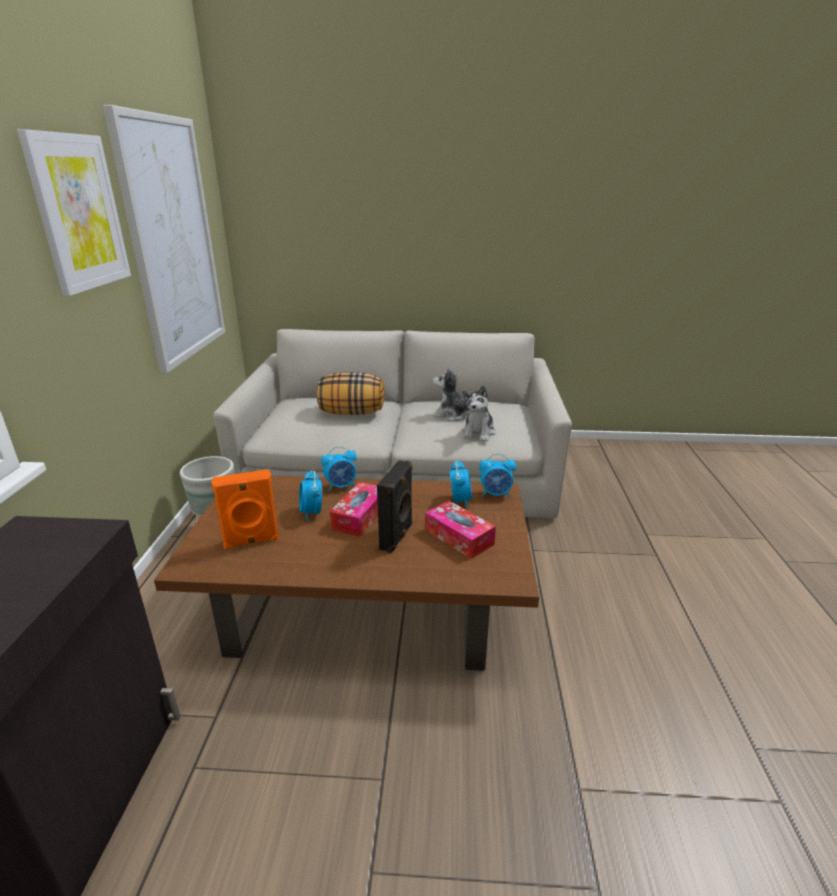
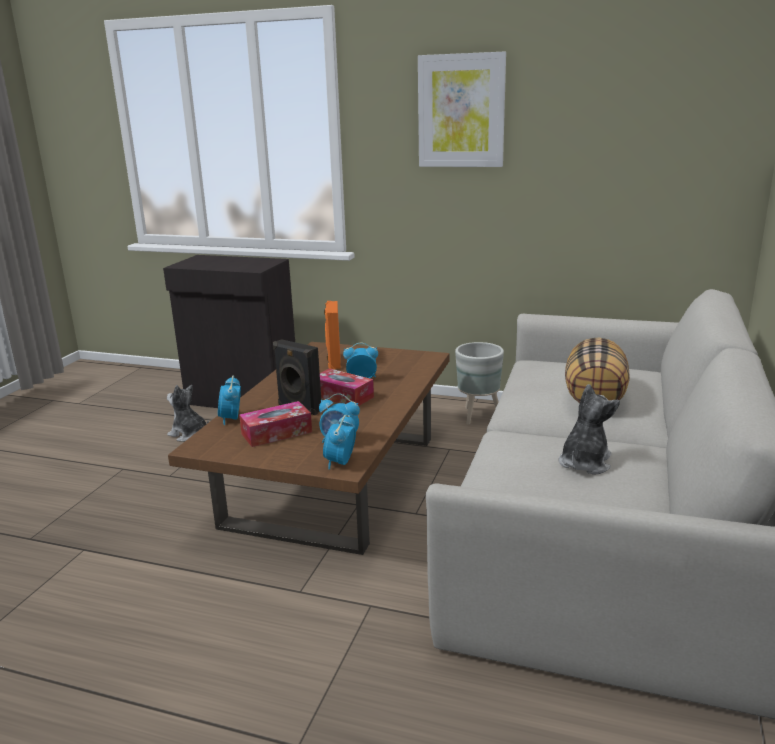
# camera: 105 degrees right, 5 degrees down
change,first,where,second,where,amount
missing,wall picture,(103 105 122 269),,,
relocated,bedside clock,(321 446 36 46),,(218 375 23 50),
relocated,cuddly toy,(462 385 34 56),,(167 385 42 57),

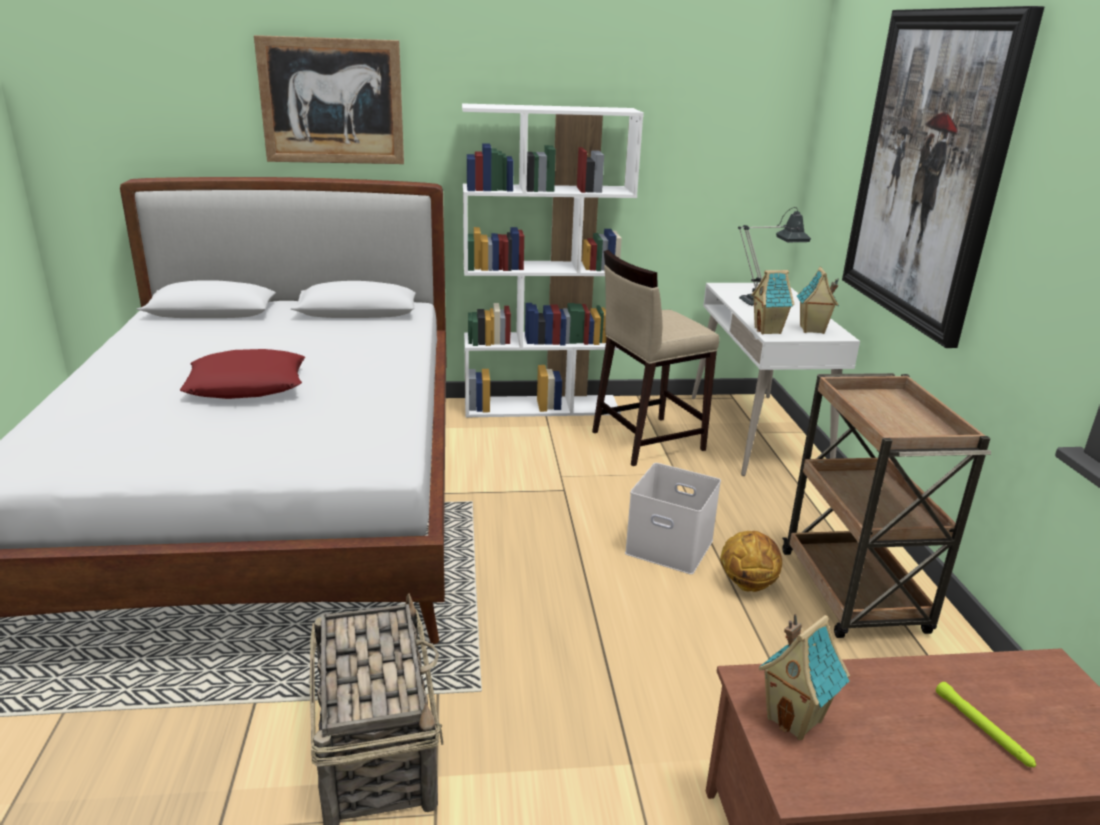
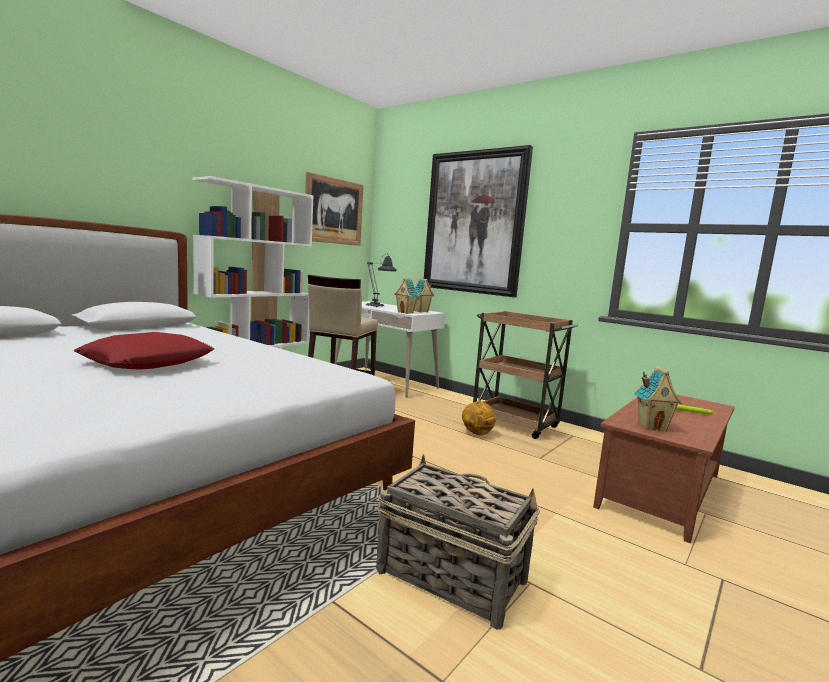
# camera: 45 degrees left, 15 degrees down
change,first,where,second,where,amount
missing,storage container (white-coloured),(625 463 96 111),,,
relocated,wall picture,(254 35 150 129),,(305 172 59 74),

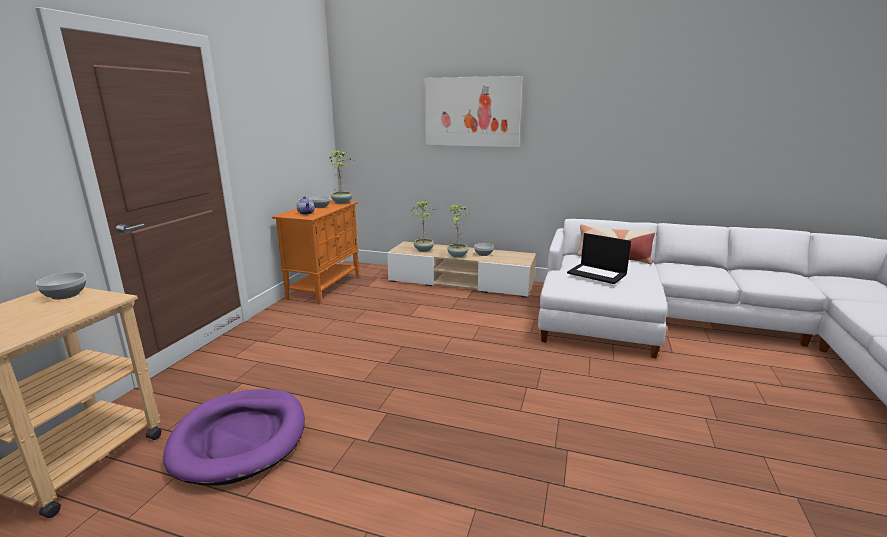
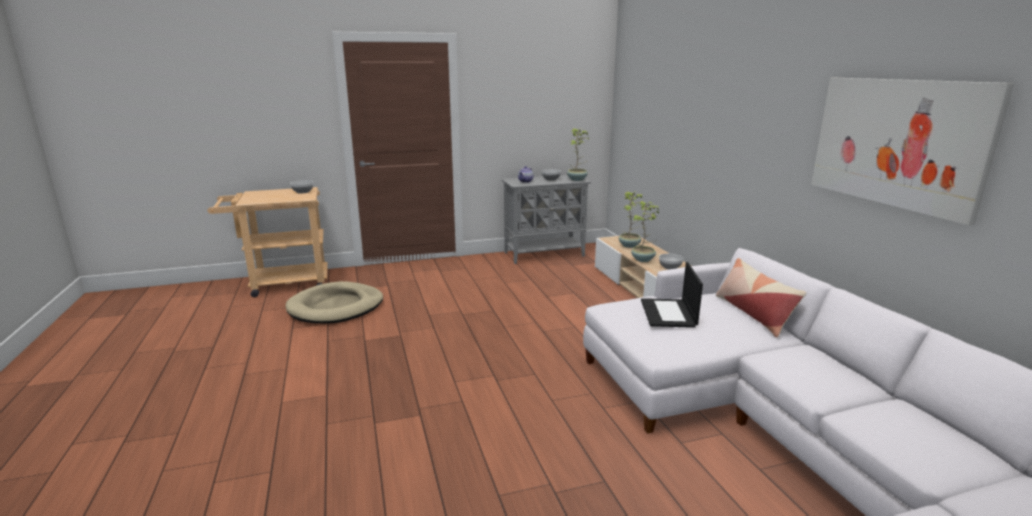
# camera: 55 degrees right, 0 degrees up
change,first,where,second,where,amount
relocated,wall picture,(424 76 99 71),,(811 78 203 147),
colour,pet bed (purplish),(163 389 142 96),pet bed (beige),(285 281 98 43),
colour,storage cabinet (orange),(272 200 87 104),storage cabinet (greyish),(501 175 90 89),

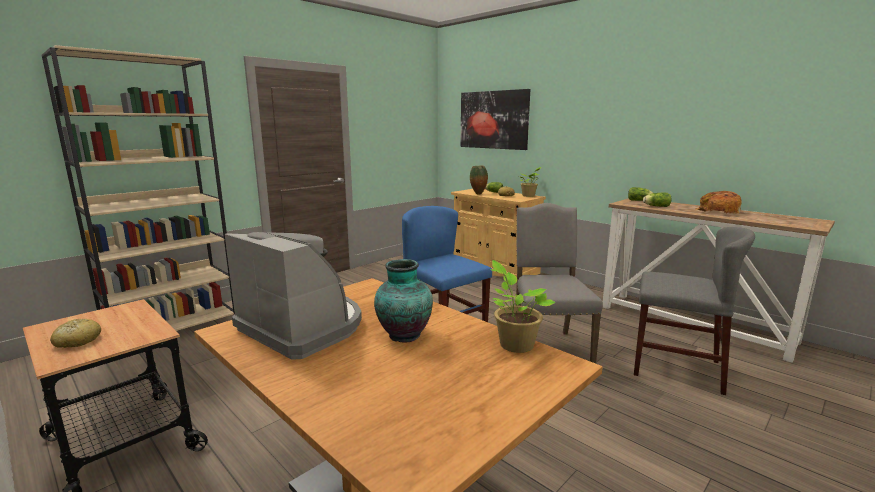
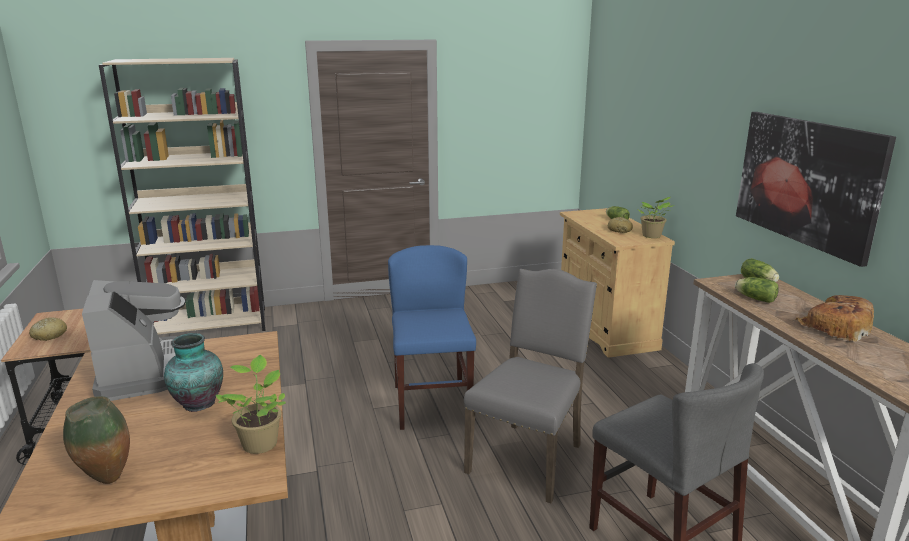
# camera: 30 degrees right, 5 degrees up
change,first,where,second,where,amount
relocated,wall picture,(460 89 70 61),,(736 112 160 155),
relocated,decorative vase,(470 166 18 29),,(63 396 67 88),

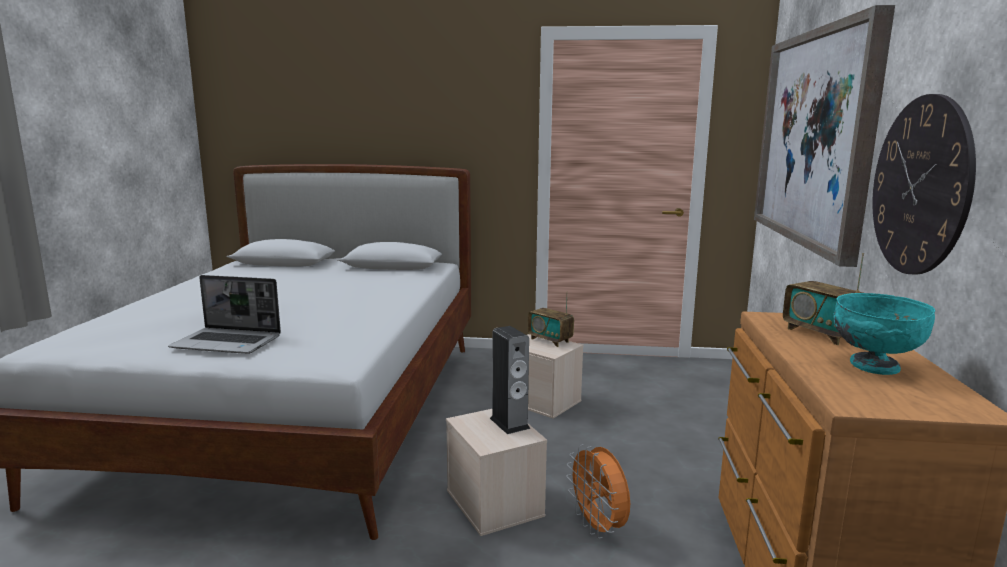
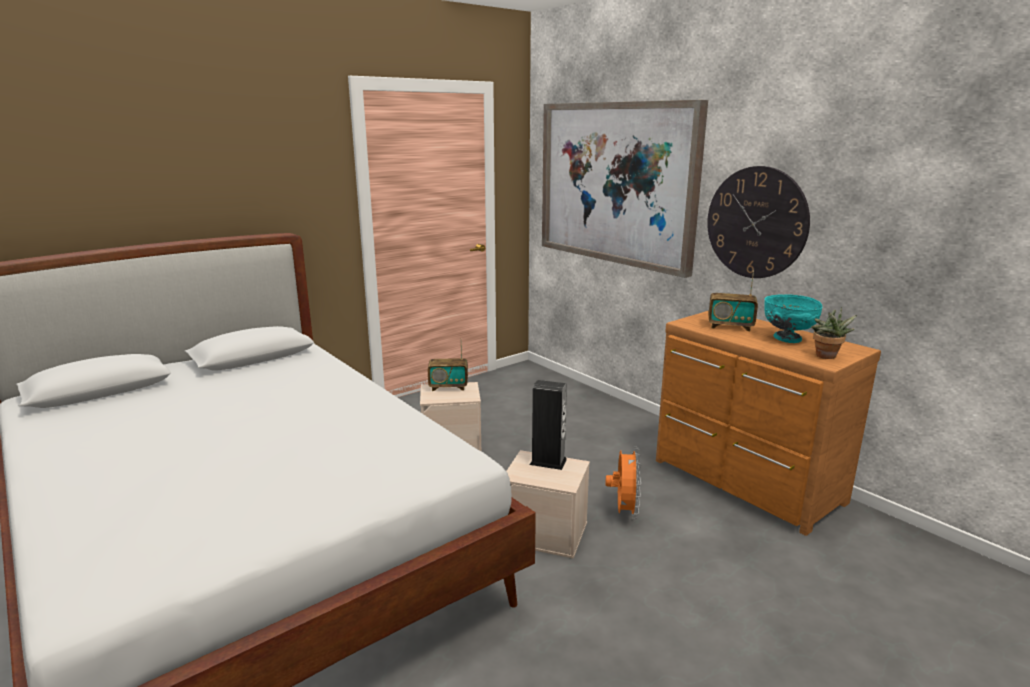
# camera: 45 degrees left, 5 degrees up
change,first,where,second,where,amount
missing,laptop,(168 275 113 79),,,
appeared,,,potted plant,(811 307 46 52),
spun,fan (orange),(566 444 64 95),,(606 447 35 72),105 degrees counterclockwise

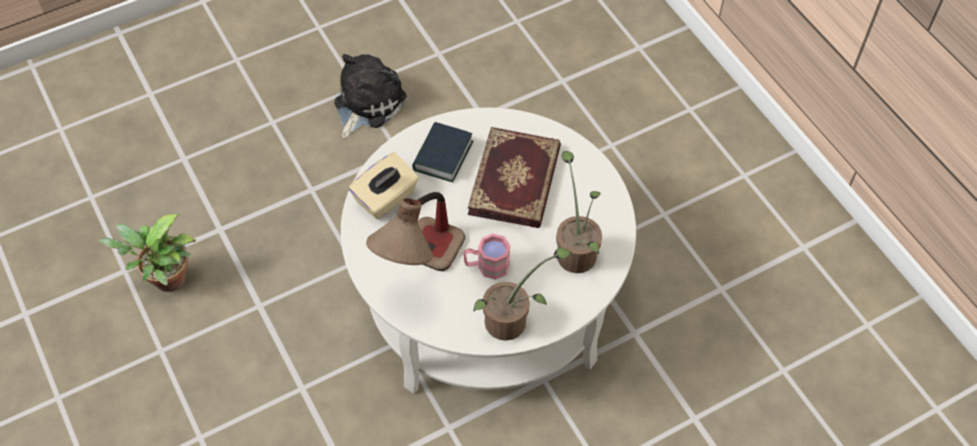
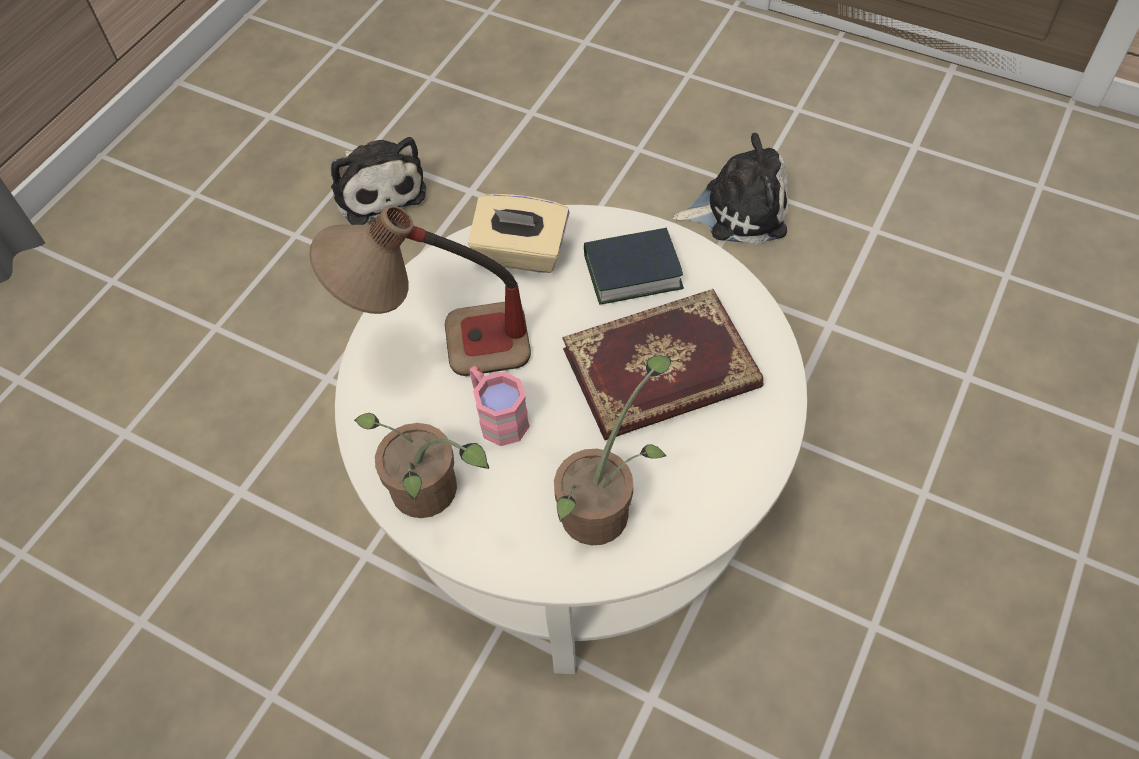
# camera: 60 degrees right, 0 degrees up
change,first,where,second,where,amount
exchanged,potted plant,(99 214 97 78),cuddly toy,(331 137 96 88),

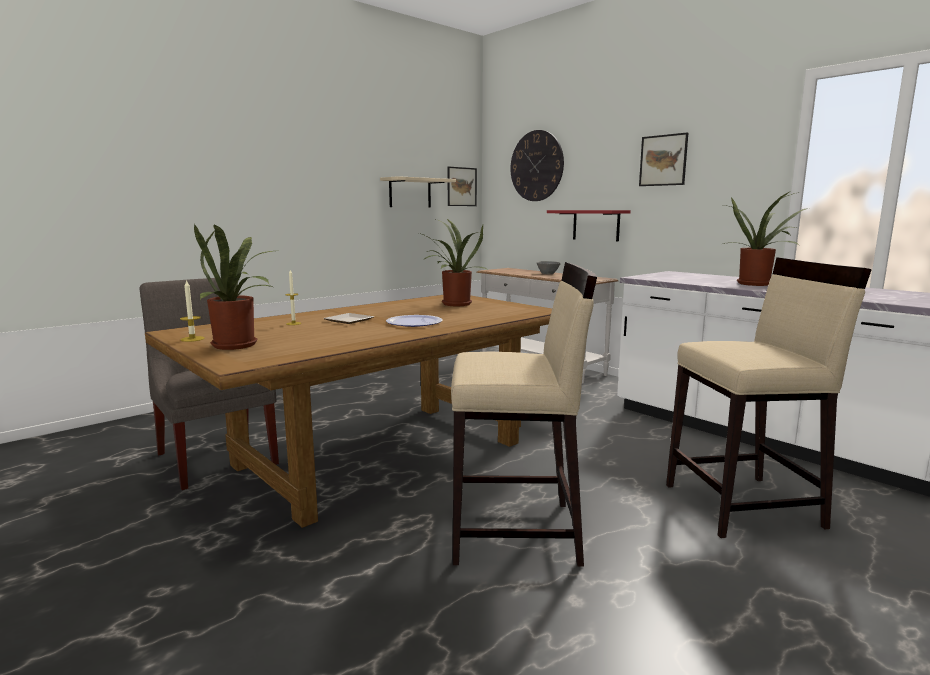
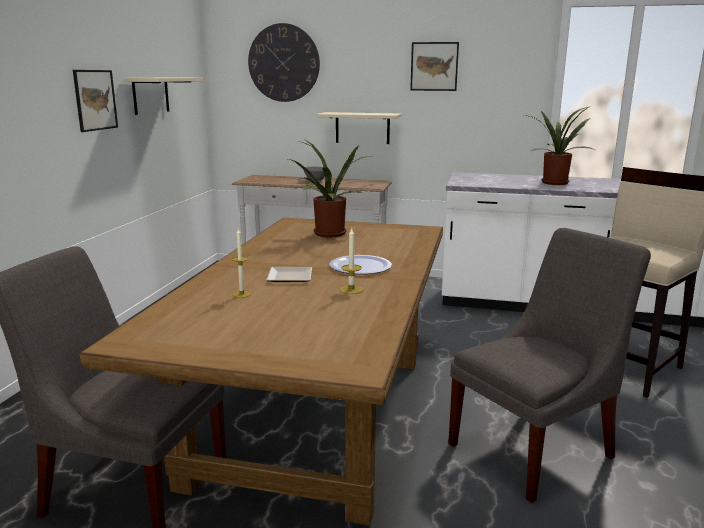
# camera: 35 degrees left, 5 degrees up
change,first,where,second,where,amount
missing,potted plant,(194 224 81 126),,,
relocated,candle,(180 280 25 62),,(339 228 24 66),
relocated,wall picture,(447 167 30 39),,(73 70 45 62),
exchanged,stool seat (beige),(451 262 146 305),chair (greyish),(448 228 203 275),
colour,wall shelf (red),(547 210 84 32),wall shelf (beige),(317 112 84 32),

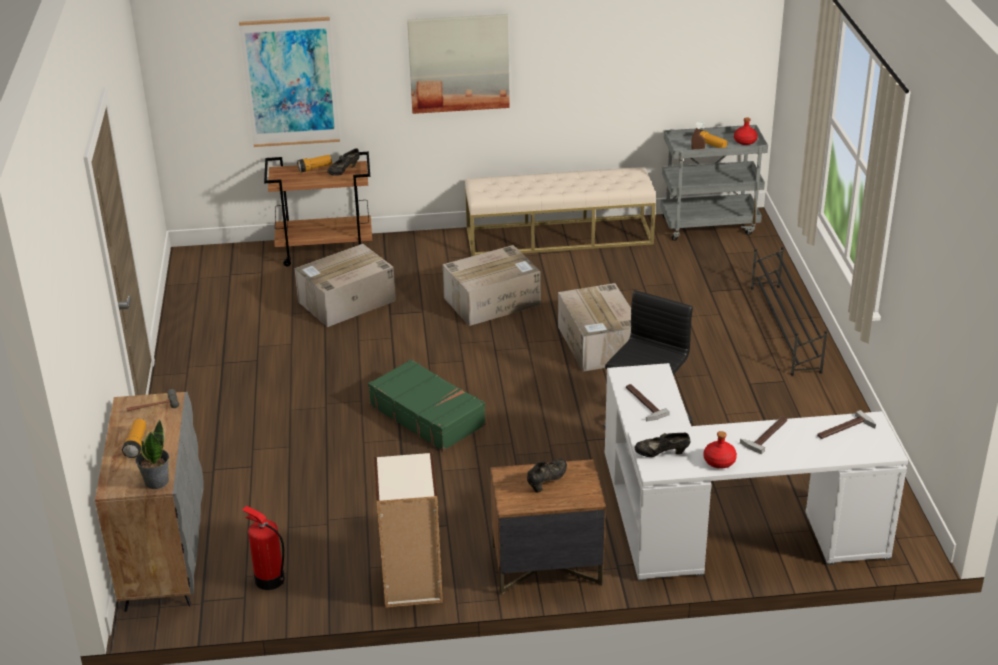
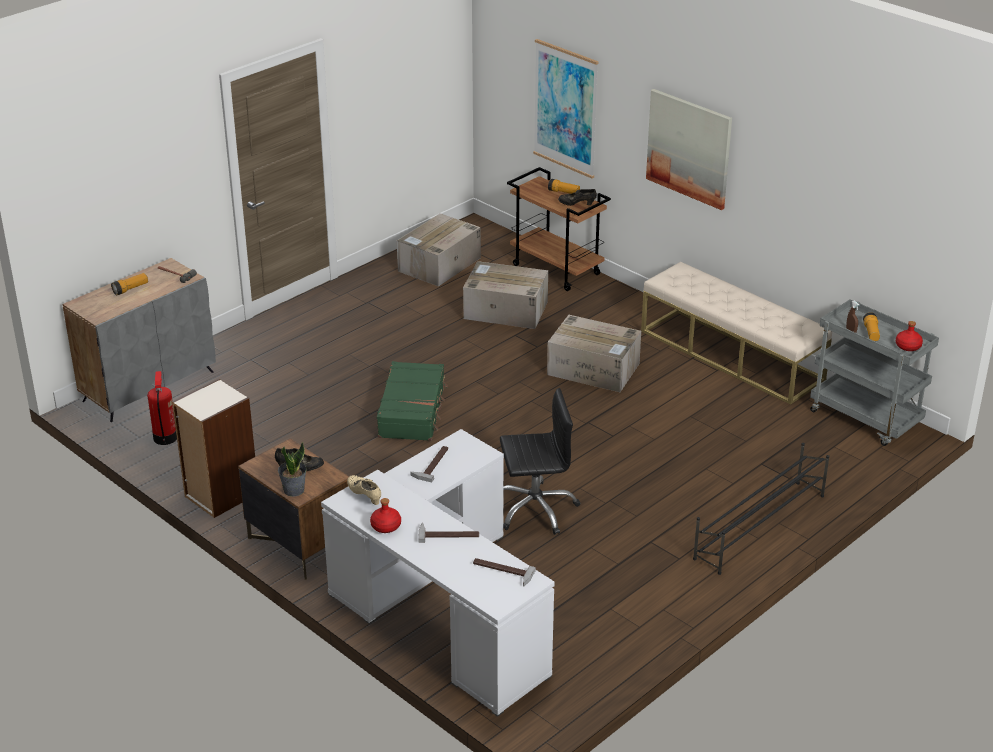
# camera: 50 degrees right, 0 degrees up
change,first,where,second,where,amount
relocated,potted plant,(136 420 33 69),,(278 442 29 55),
relocated,carton,(558 283 73 89),,(397 213 84 74),
colour,shoe (black-coloured),(635 433 55 24),shoe (beige),(347 475 34 30),

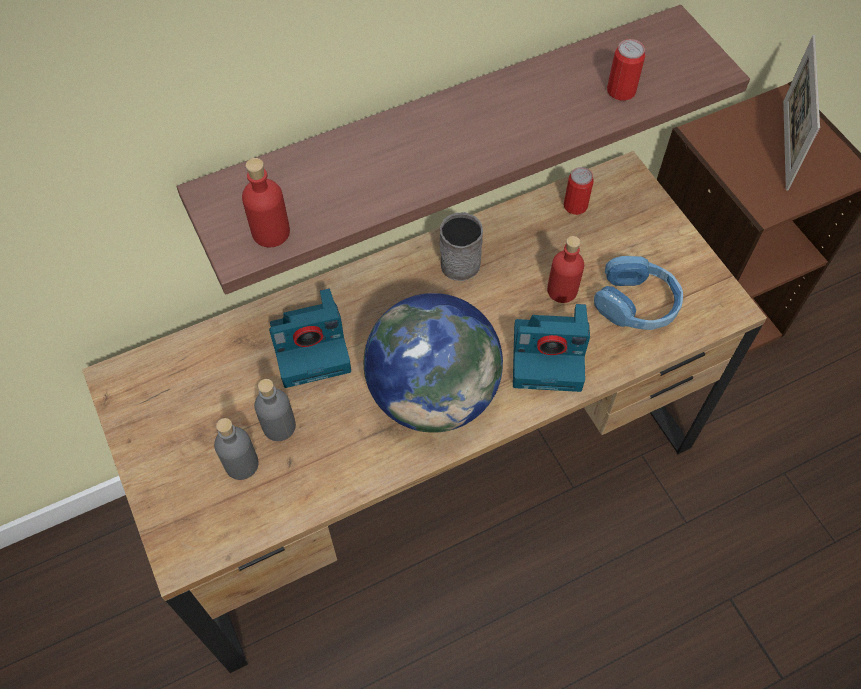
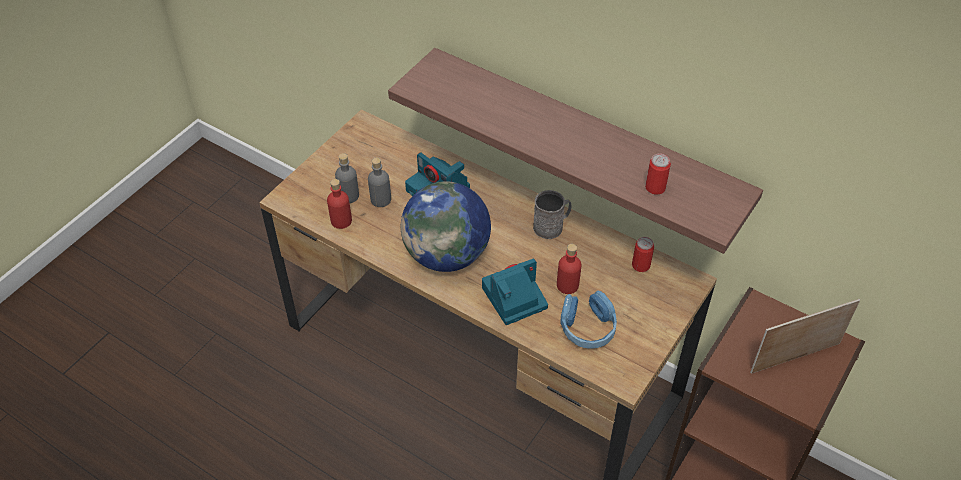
# camera: 60 degrees right, 10 degrees down
change,first,where,second,where,amount
relocated,drink bottle (red),(242 158 48 89),,(327 179 25 50),
spun,still camera,(513 304 77 88),,(482 259 66 66),90 degrees clockwise

